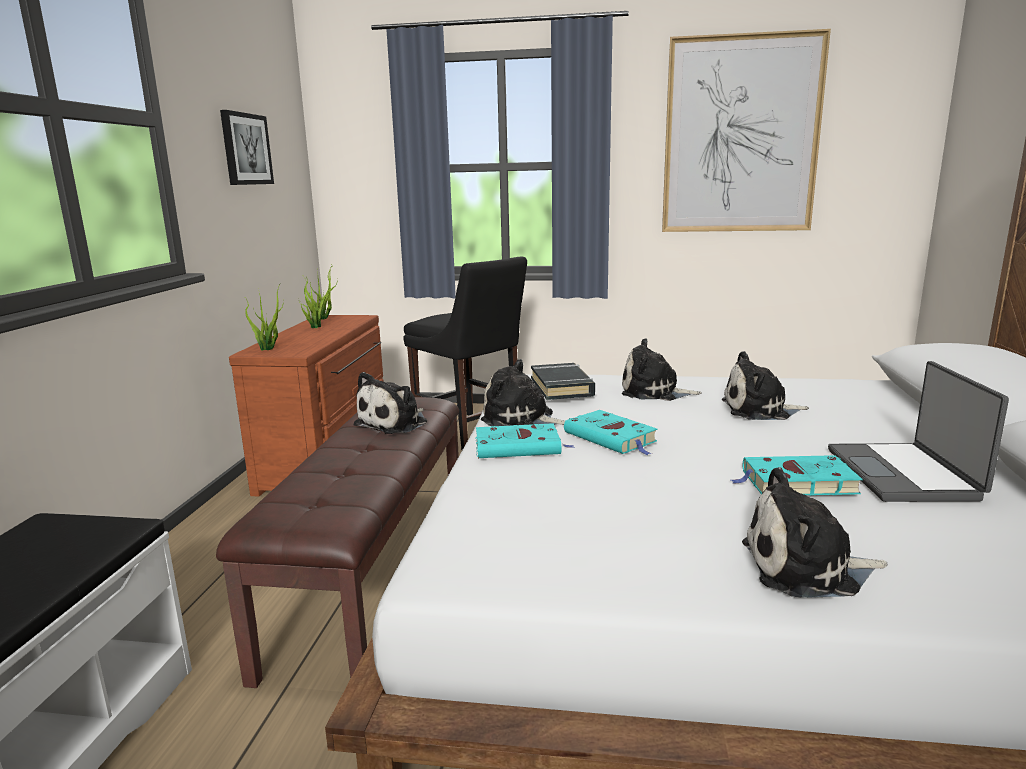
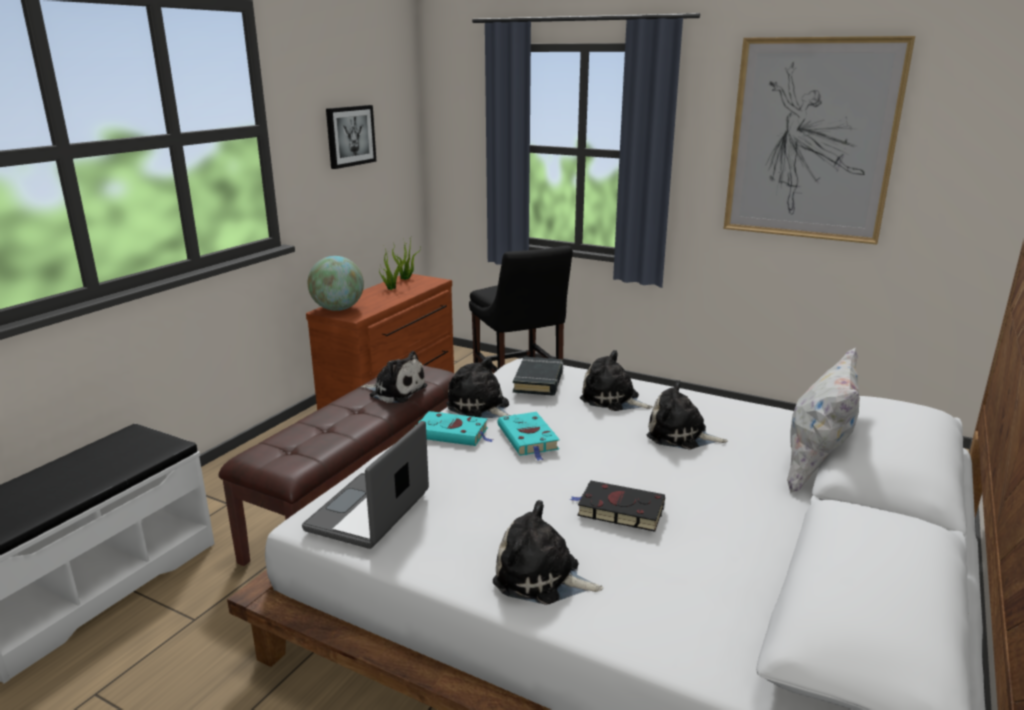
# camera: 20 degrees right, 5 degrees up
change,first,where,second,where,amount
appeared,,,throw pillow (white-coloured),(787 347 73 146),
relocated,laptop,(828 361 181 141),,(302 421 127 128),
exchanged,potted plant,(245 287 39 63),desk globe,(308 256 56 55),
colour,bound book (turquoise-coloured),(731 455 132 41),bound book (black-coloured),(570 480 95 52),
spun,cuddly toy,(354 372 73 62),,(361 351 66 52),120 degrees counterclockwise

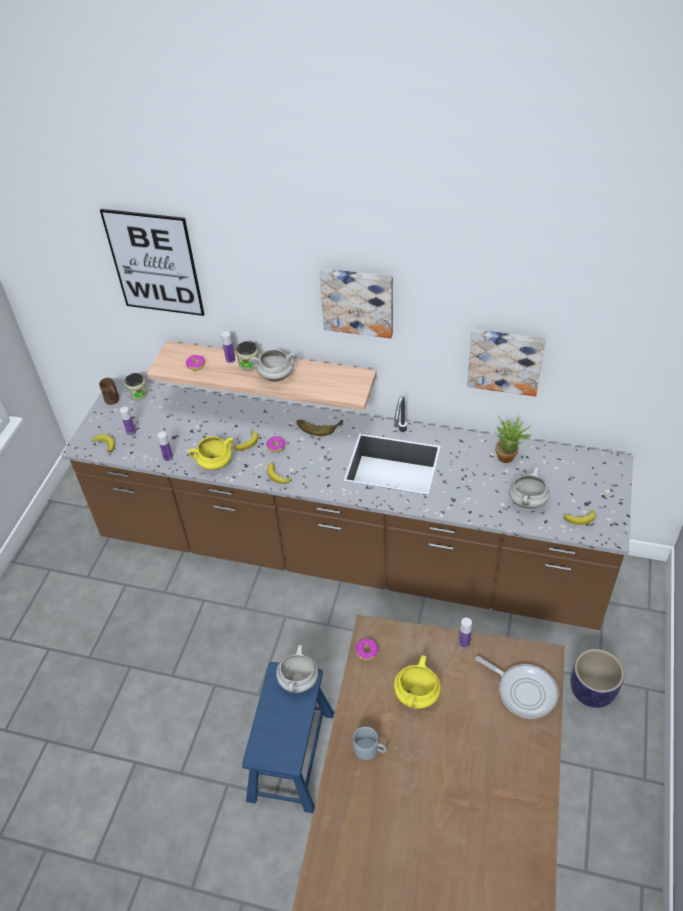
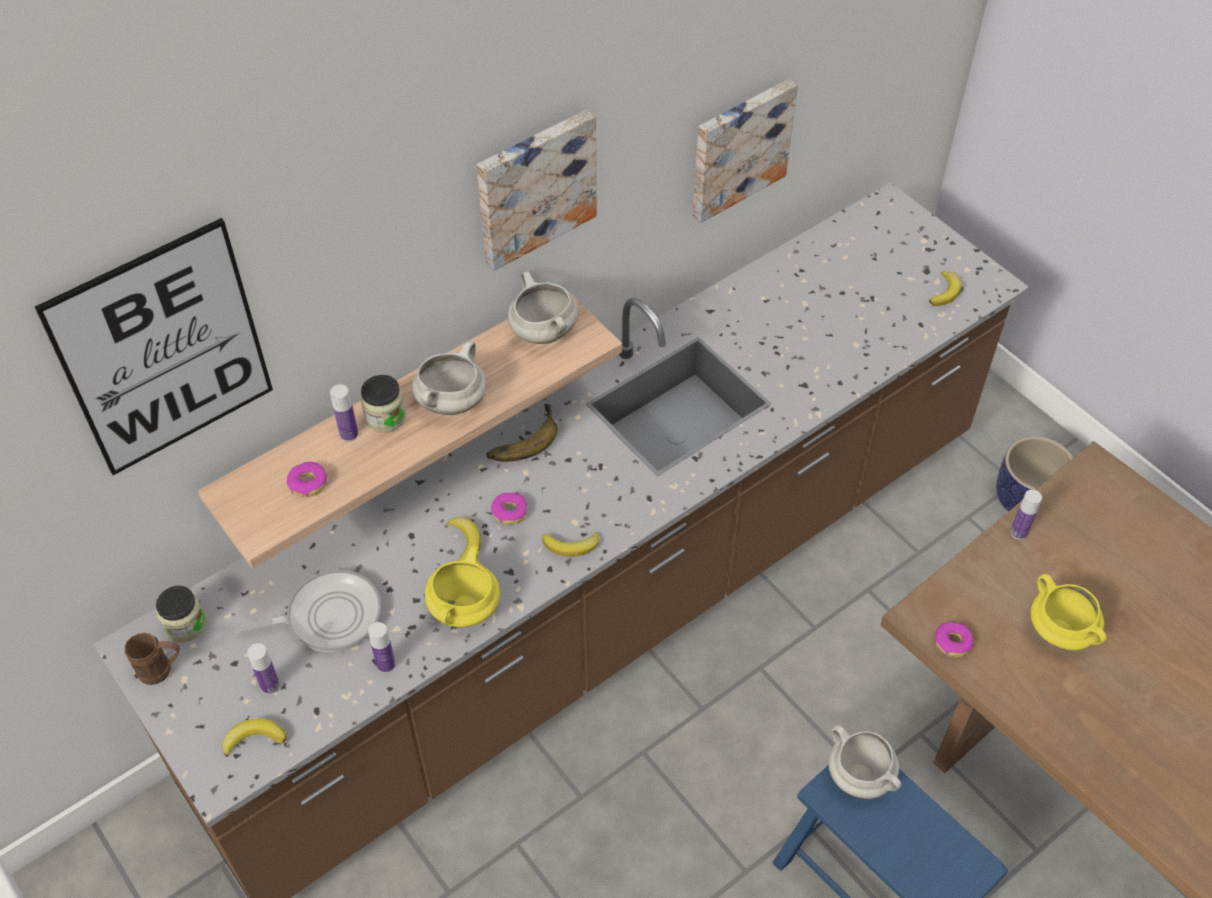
# camera: 55 degrees left, 5 degrees up
change,first,where,second,where,amount
missing,mug (greyish),(353 727 34 33),,,
missing,potted plant,(495 416 37 47),,,
relocated,frying pan,(476 656 82 63),,(235 570 146 83),
relocated,cooking pot (white-coloured),(509 467 41 42),,(508 271 71 73),

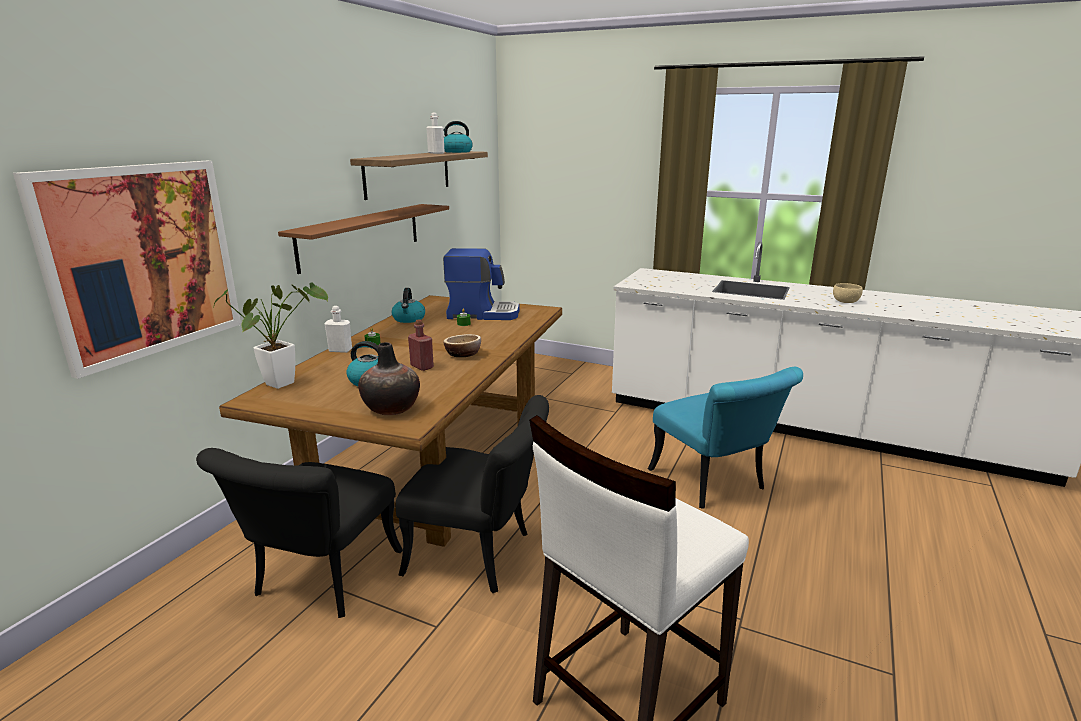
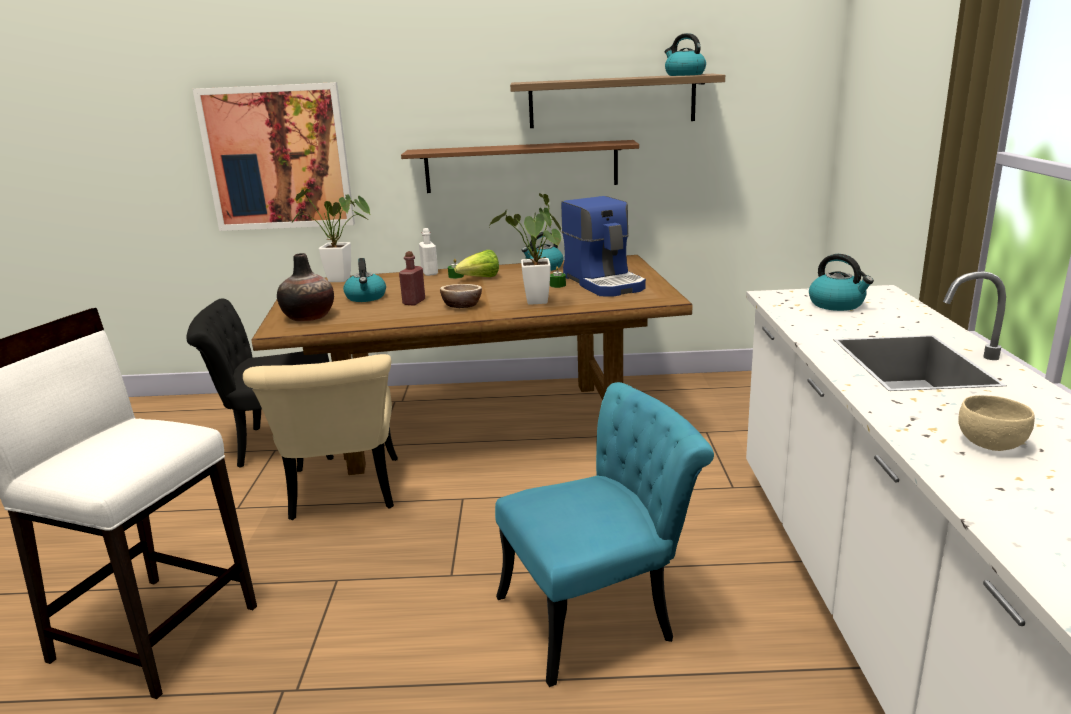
# camera: 65 degrees right, 0 degrees up
change,first,where,second,where,amount
missing,drink bottle (white-coloured),(427 113 18 41),,,
appeared,,,lettuce,(454 250 45 27),
appeared,,,potted plant,(489 193 72 112),
appeared,,,tea kettle,(809 254 65 57),
colour,chair (black-coloured),(396 395 153 198),chair (beige),(243 354 155 166),
spun,chair (turquoise-coloured),(648 367 155 142),,(495 382 219 305),150 degrees counterclockwise

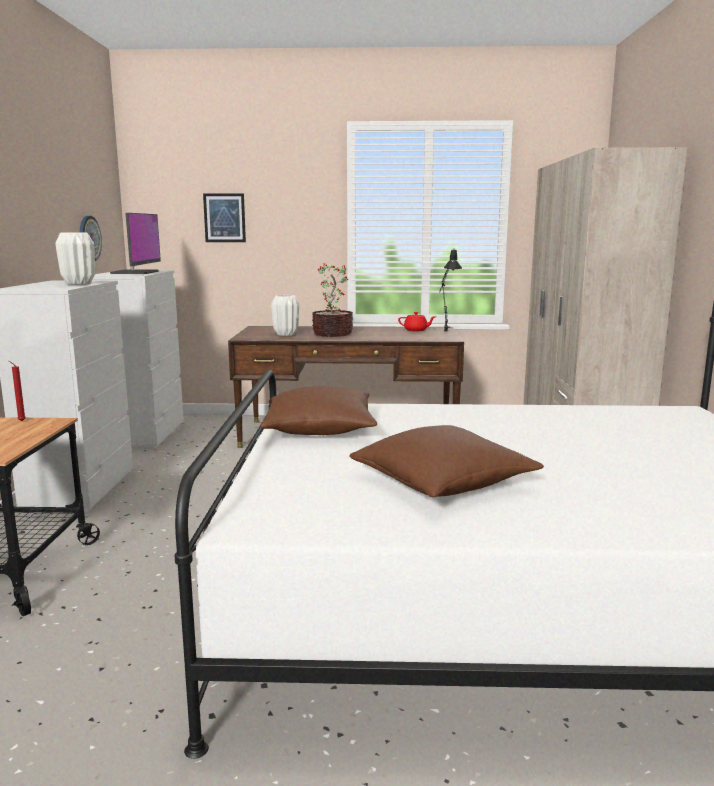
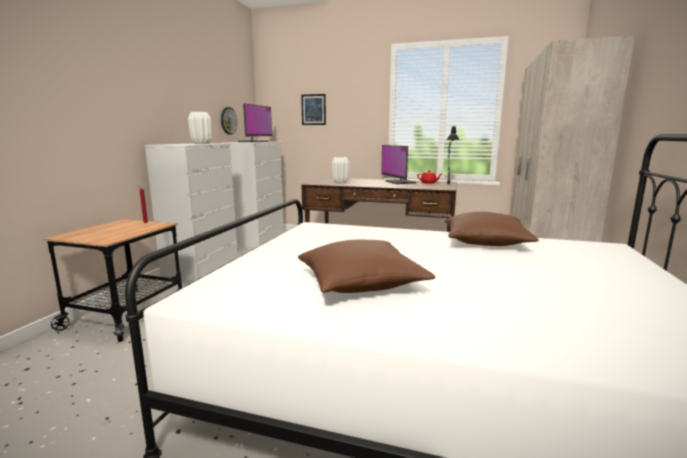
# camera: 15 degrees right, 0 degrees up
change,first,where,second,where,amount
missing,potted plant,(312 263 41 74),,,
appeared,,,computer screen,(381 145 36 39),
relocated,throw pillow (brown),(260 386 117 49),,(445 212 94 34),

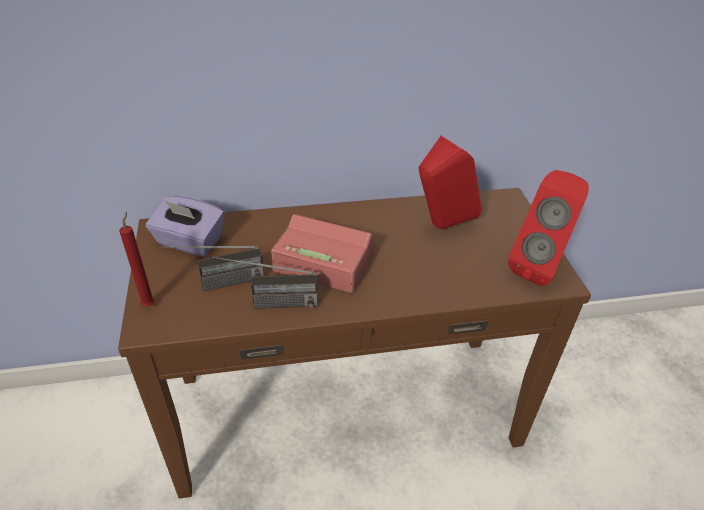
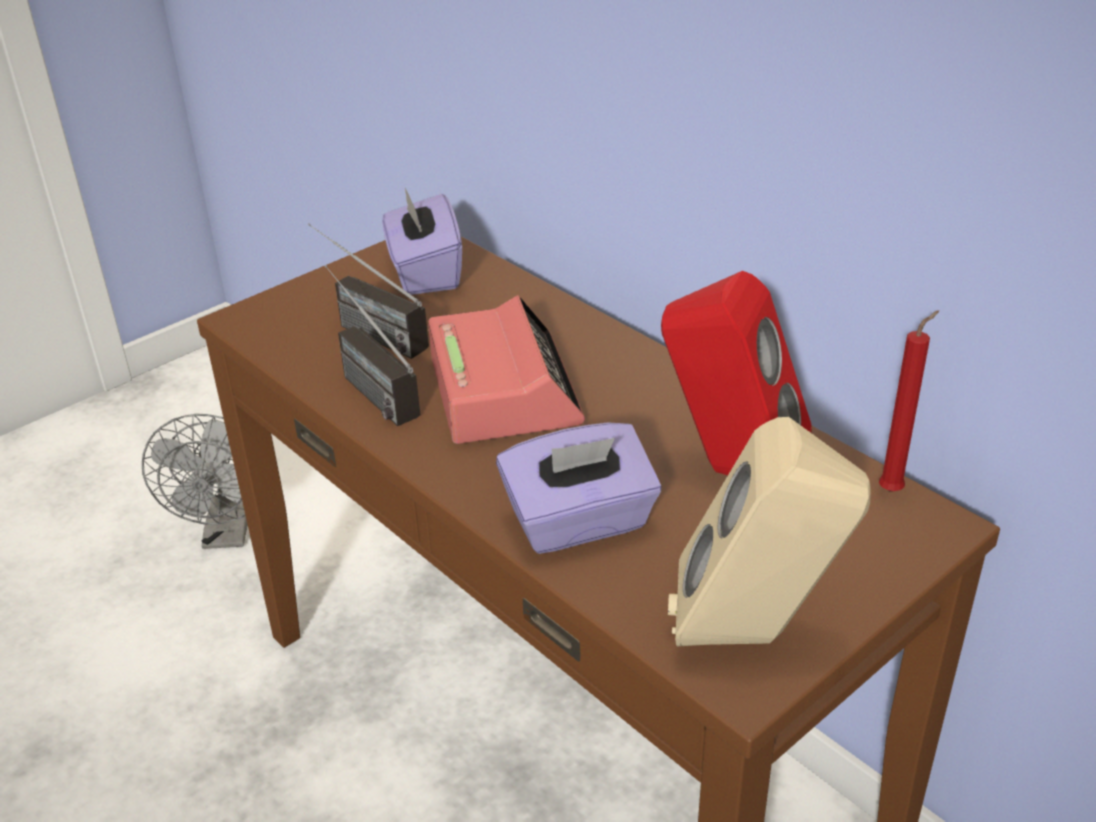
# camera: 60 degrees right, 5 degrees down
change,first,where,second,where,amount
appeared,,,fan (greyish),(142 413 106 136),
appeared,,,tissue holder (purplish),(496 423 166 131),
relocated,candle (red),(119 212 36 95),,(879 310 60 182),
colour,speaker (red),(508 170 81 116),speaker (beige),(668 417 203 229),

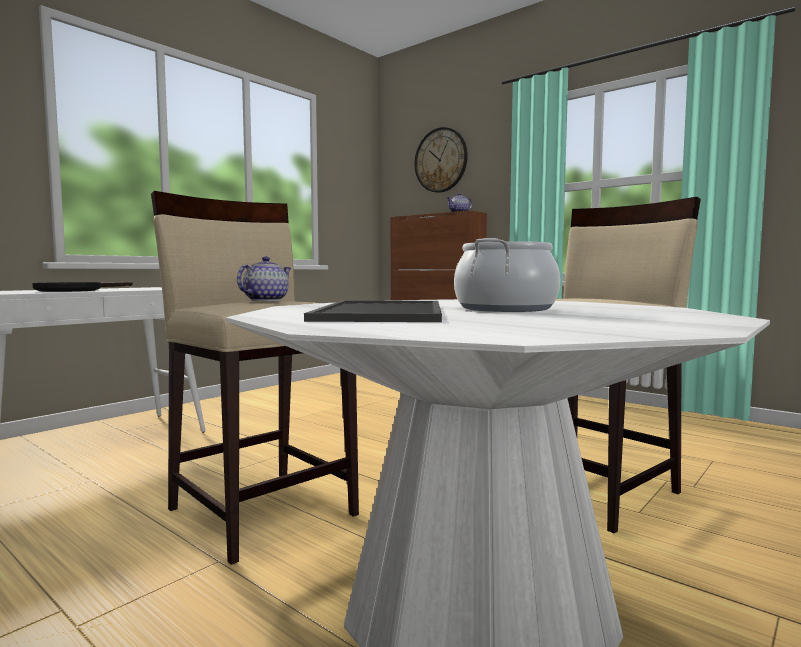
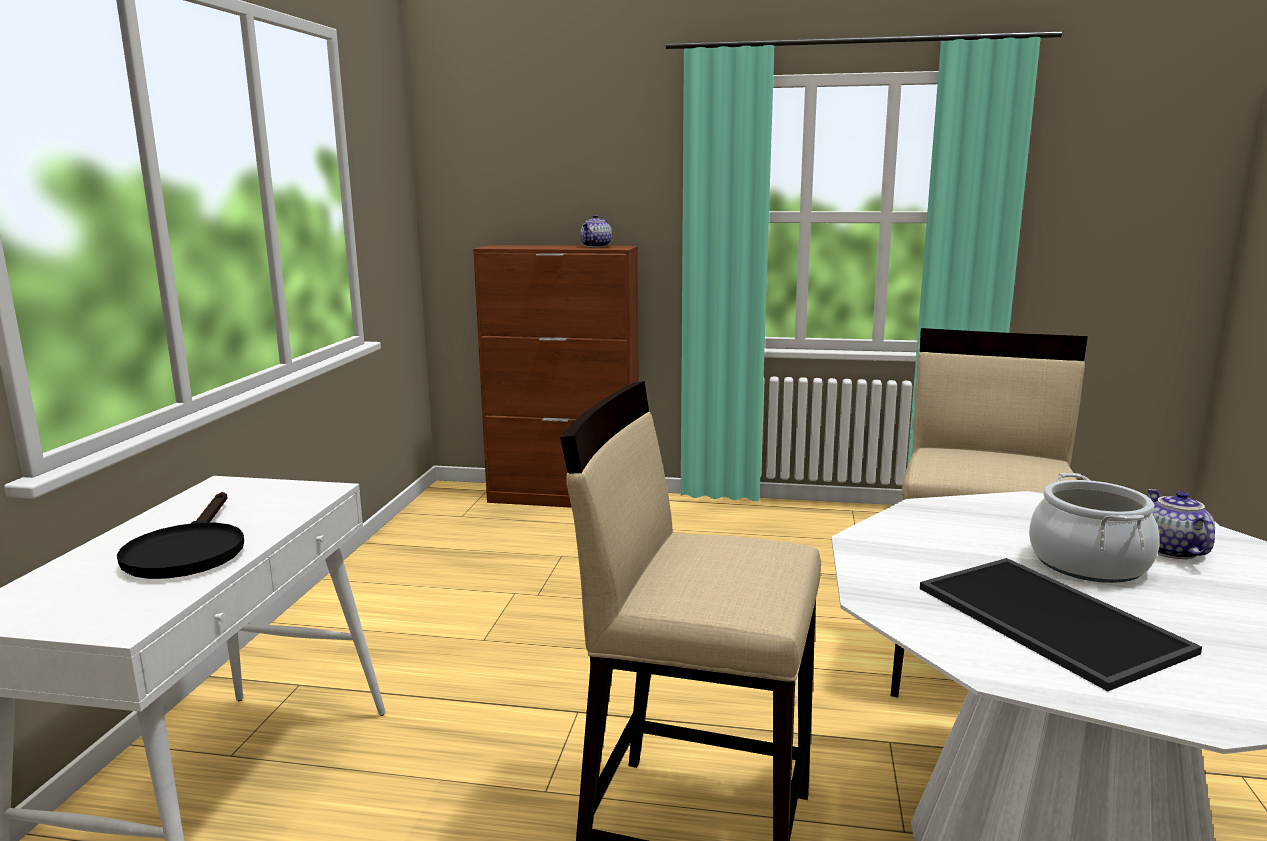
# camera: 30 degrees left, 10 degrees up
change,first,where,second,where,amount
missing,hanging clock,(415 127 53 66),,,
relocated,tea pot,(237 257 55 44),,(1147 489 68 70),

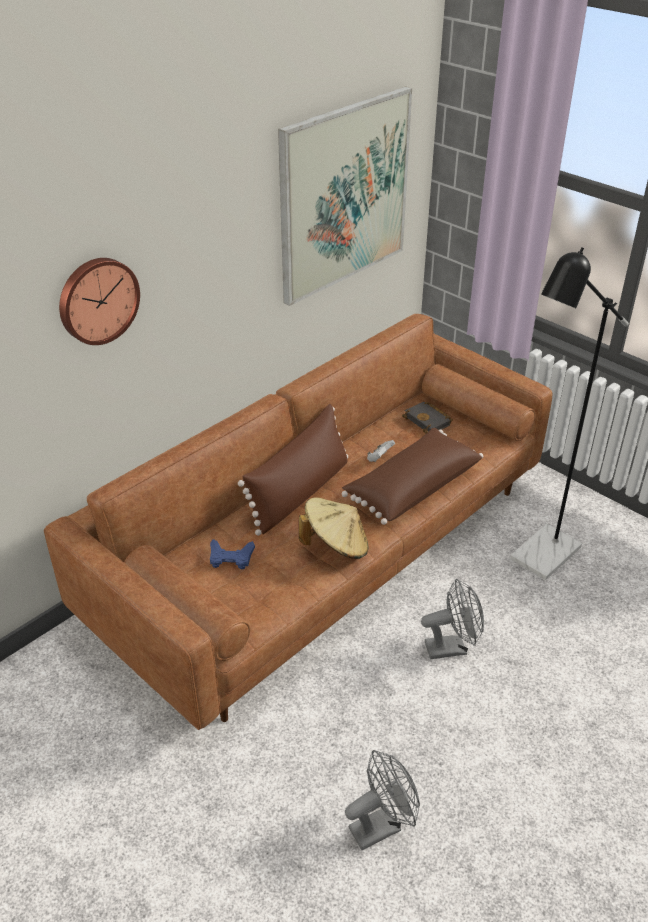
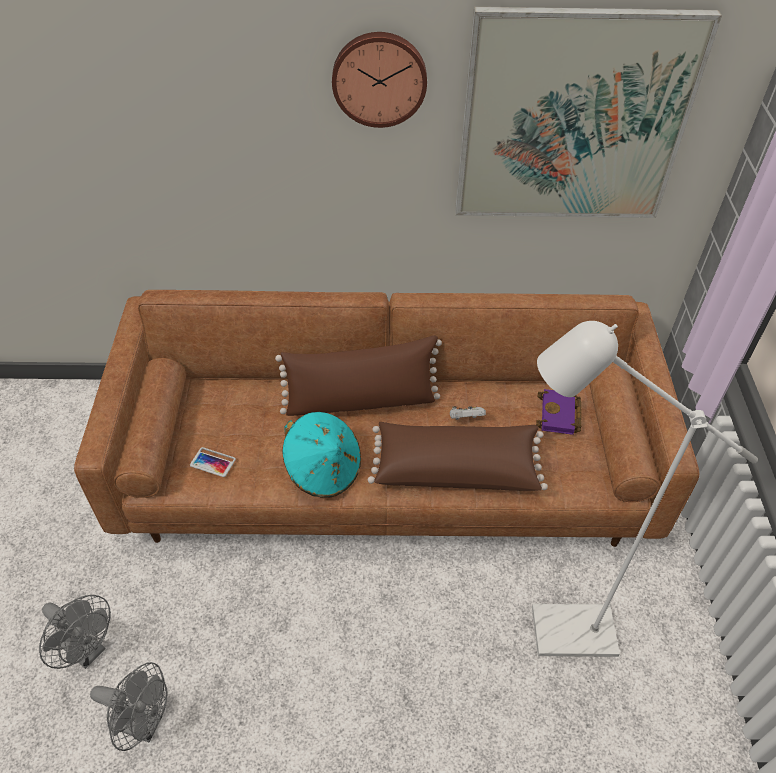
# camera: 45 degrees right, 10 degrees up
change,first,where,second,where,amount
missing,game controller (blue-coloured),(210 539 45 30),,,
appeared,,,telephone,(190 447 46 30),
relocated,hanging clock,(59 258 81 87),,(332 32 95 96),
relocated,fan (greyish),(421 579 63 80),,(39 595 72 74),
colour,clothing hat (beige),(299 497 69 62),clothing hat (turquoise-coloured),(282 412 79 86),
colour,bound book (black-coloured),(402 402 51 31),bound book (purplish),(536 389 46 46),
colour,floor lamp (black-coloured),(510 247 119 333),floor lamp (white-coloured),(532 321 226 336),

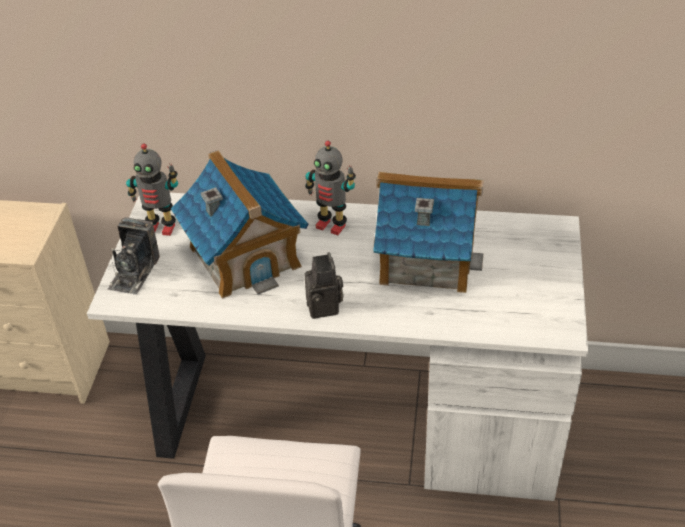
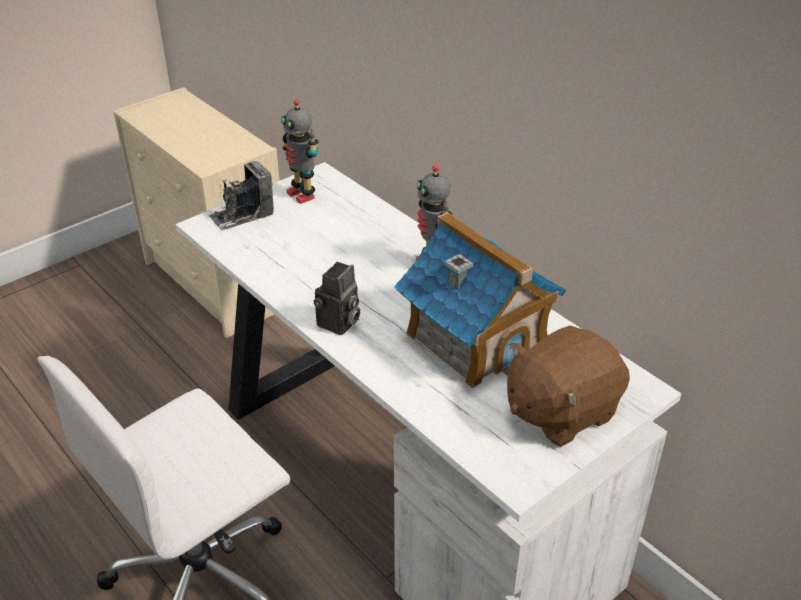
# camera: 40 degrees right, 5 degrees down
change,first,where,second,where,amount
missing,miniature house,(171 150 137 149),,,
appeared,,,cuddly toy (brown),(507 325 123 122),

